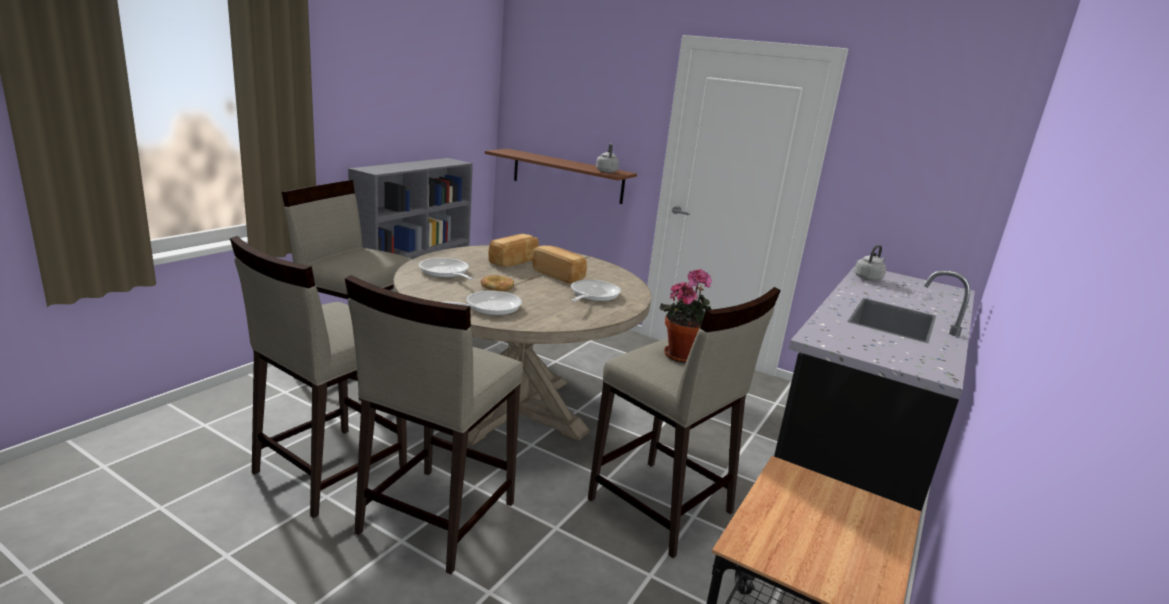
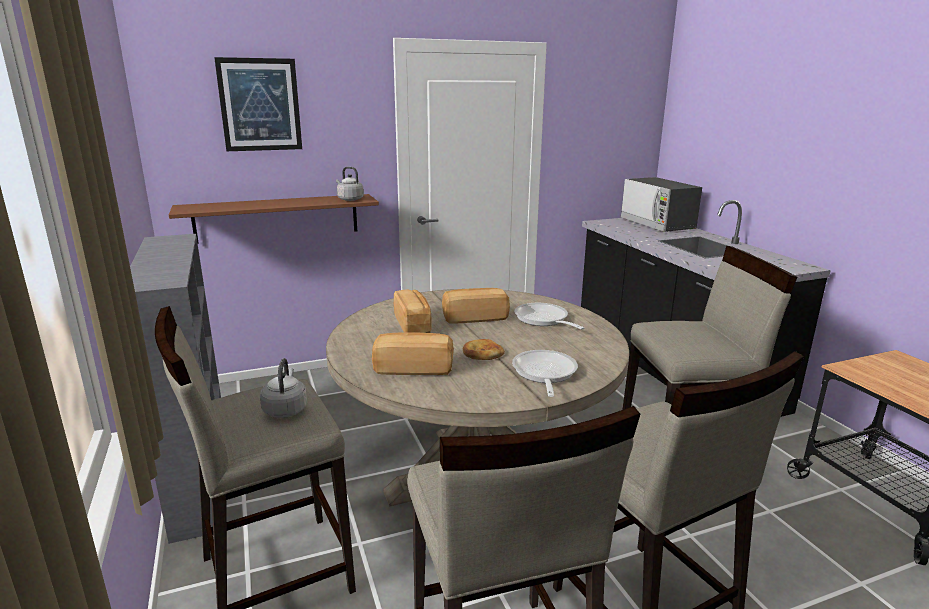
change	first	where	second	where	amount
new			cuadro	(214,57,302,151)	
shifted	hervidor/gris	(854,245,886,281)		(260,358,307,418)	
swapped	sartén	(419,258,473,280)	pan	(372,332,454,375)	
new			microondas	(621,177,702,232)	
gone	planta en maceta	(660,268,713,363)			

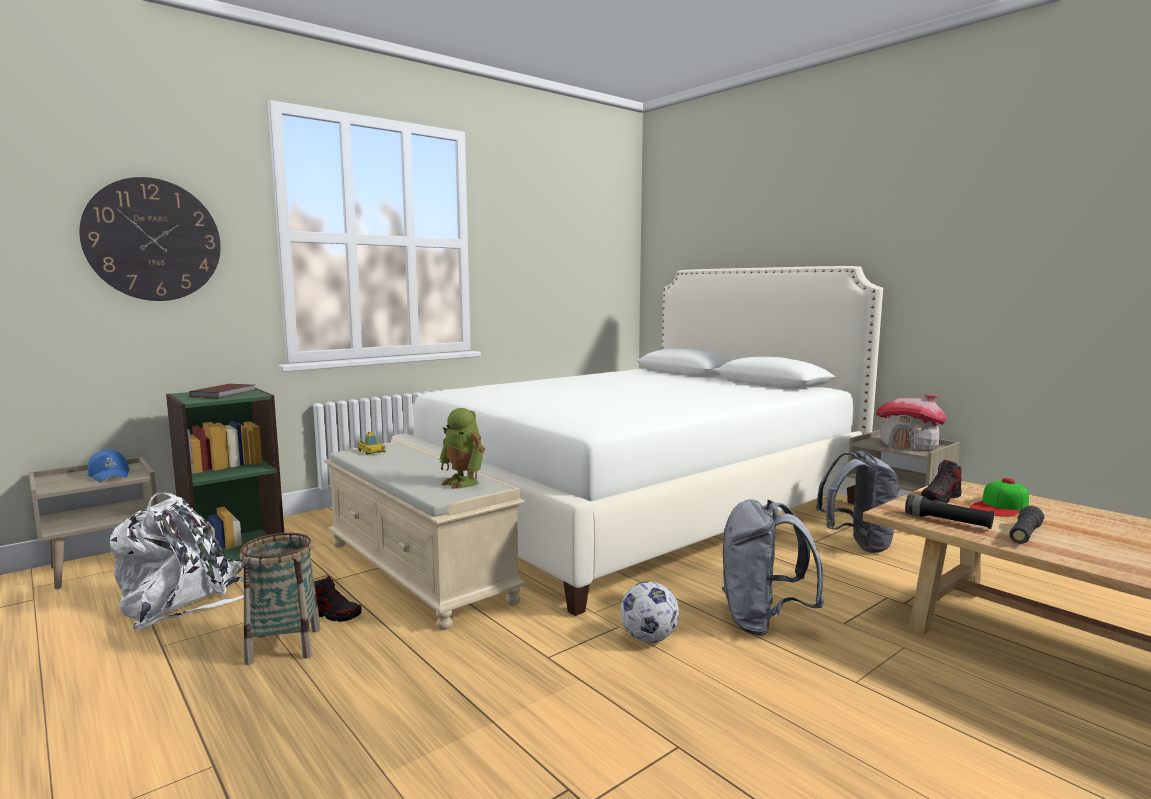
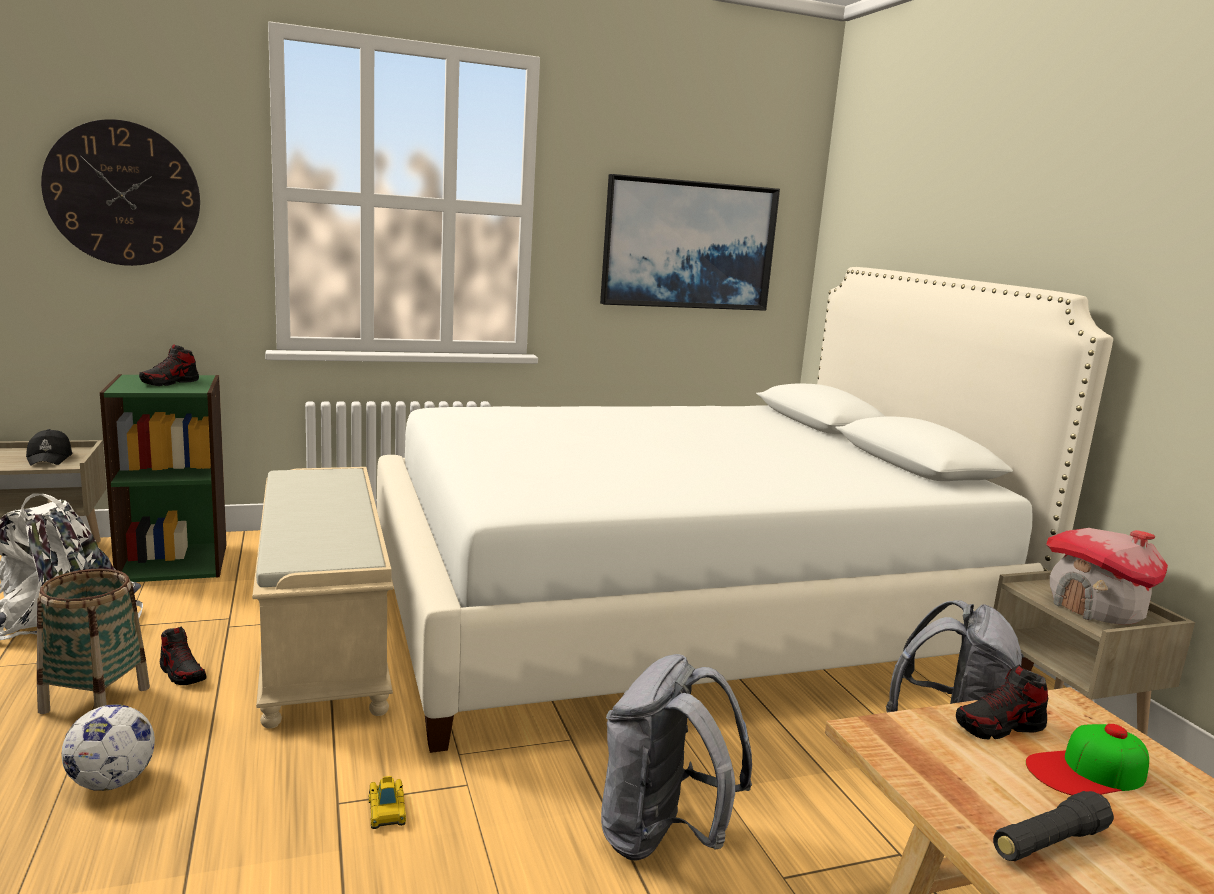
change	first	where	second	where	amount
repainted	gorra/azul	(88,449,130,482)	gorra/negro	(26,429,72,466)	
shifted	balón de fútbol	(621,581,679,643)		(61,704,155,791)	
swapped	libro/marrón	(189,384,256,398)	zapato	(139,344,199,386)	
shifted	coche de juguete	(358,432,386,455)		(369,776,406,829)	
new			cuadro	(600,174,780,311)	
gone	robot de juguete	(440,408,485,489)			
gone	linterna/negro	(905,495,994,529)			

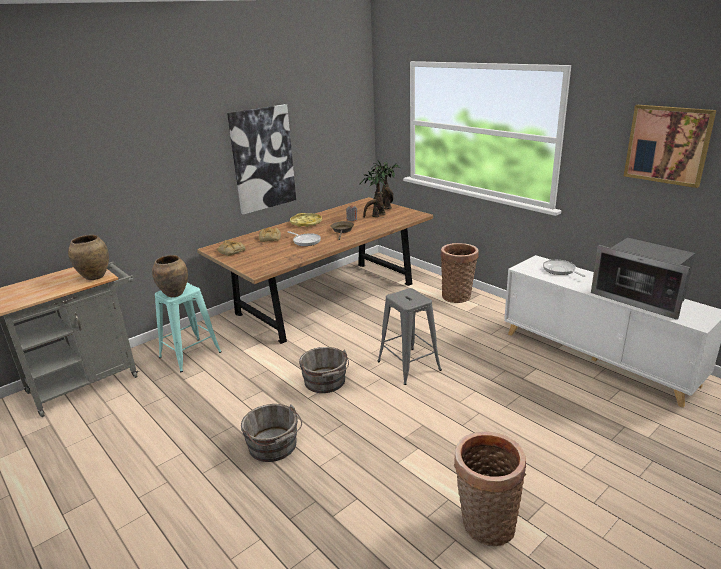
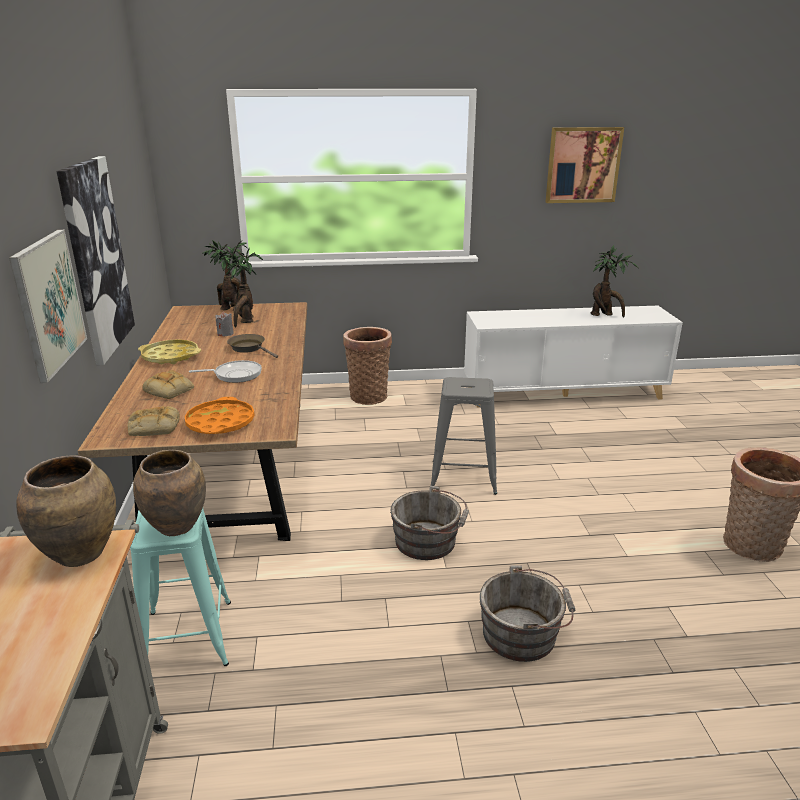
change	first	where	second	where	amount
new			cuadro	(9,230,87,383)	
new			bandeja/naranja	(184,397,255,434)	
swapped	microondas	(591,238,695,320)	planta en maceta	(591,245,638,318)	
gone	sartén	(543,260,585,277)			

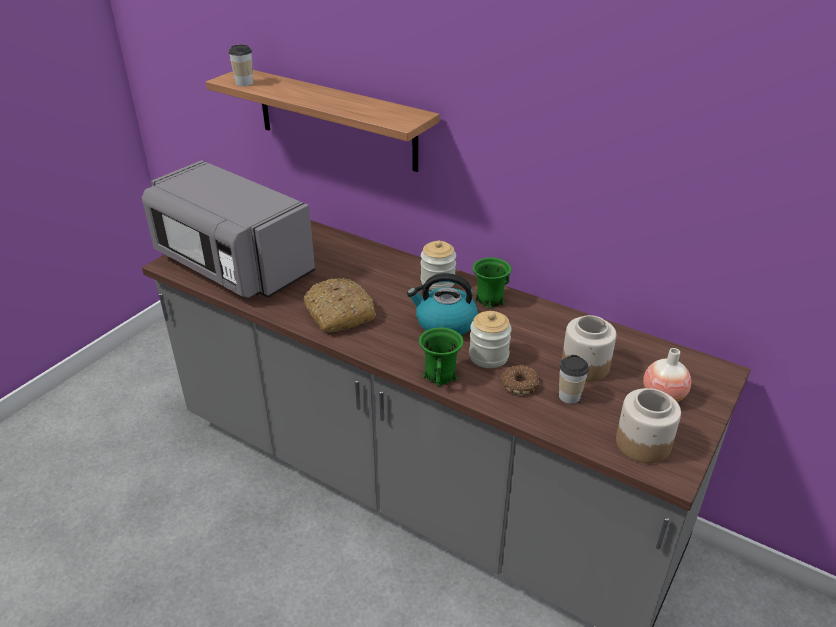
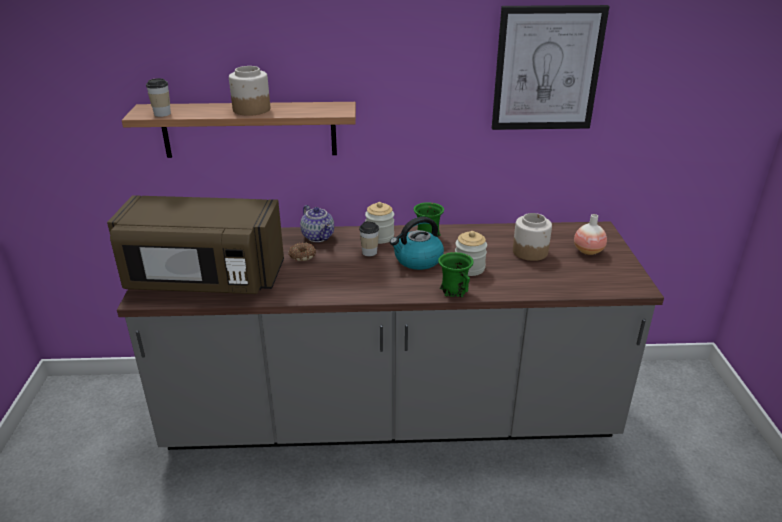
change	first	where	second	where	amount
repainted	microondas/gris	(142,160,315,298)	microondas/marrón	(107,195,284,294)	
shifted	tarro	(616,388,681,464)		(229,66,270,116)	
shifted	rosquilla	(500,365,539,395)		(288,243,316,261)	
new			tetera	(300,205,334,242)	
shifted	taza	(559,355,589,404)		(359,221,379,256)	
new			cuadro	(492,5,609,130)	
gone	pan	(303,278,376,332)			

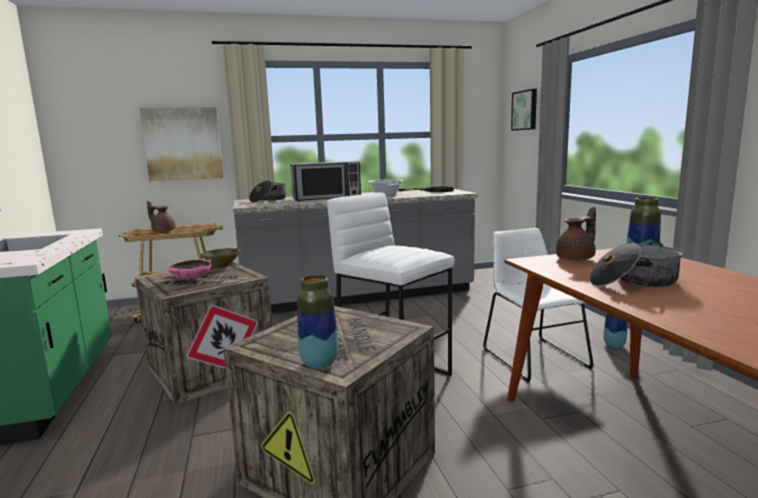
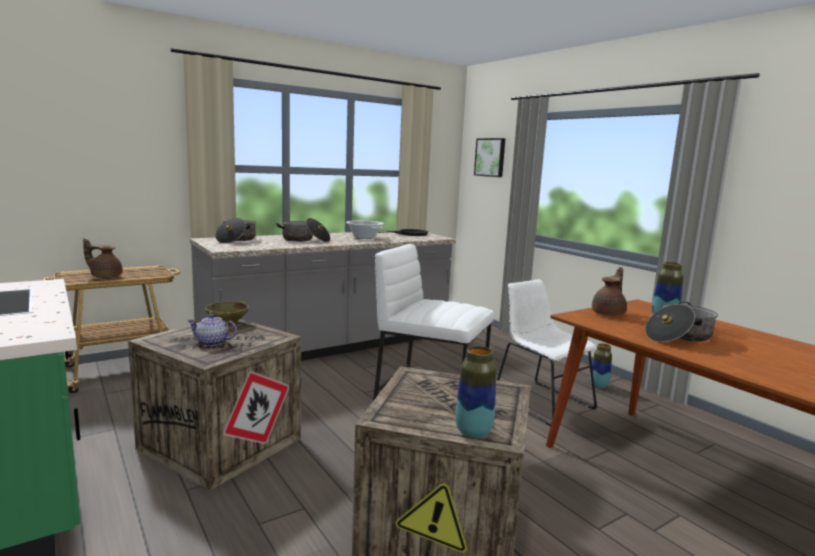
change	first	where	second	where	amount
swapped	cuenco/rosa	(168,260,211,282)	tetera	(187,314,237,346)	
swapped	microondas	(290,161,361,201)	olla	(276,218,330,242)	
gone	cuadro	(140,107,224,181)			

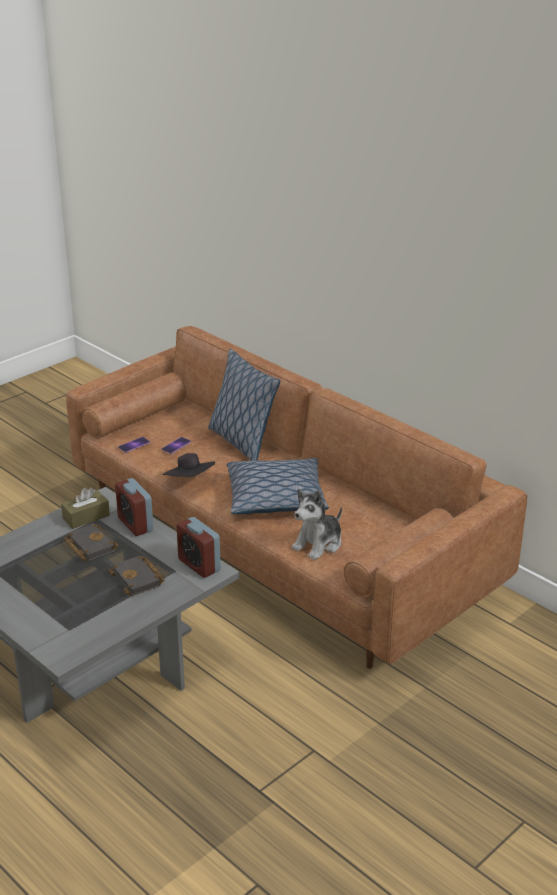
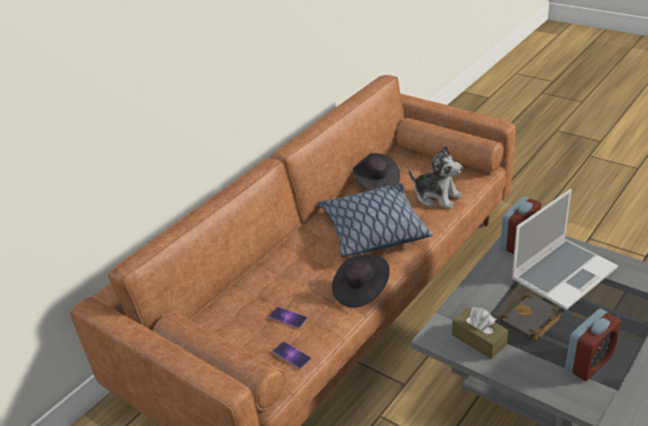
change	first	where	second	where	amount
new			sombrero/negro	(353,153,400,191)	
swapped	libro/negro	(108,556,165,596)	portátil	(511,189,618,310)	
shifted	despertador	(115,478,154,536)		(565,309,621,381)	
gone	cojín	(208,349,280,461)			

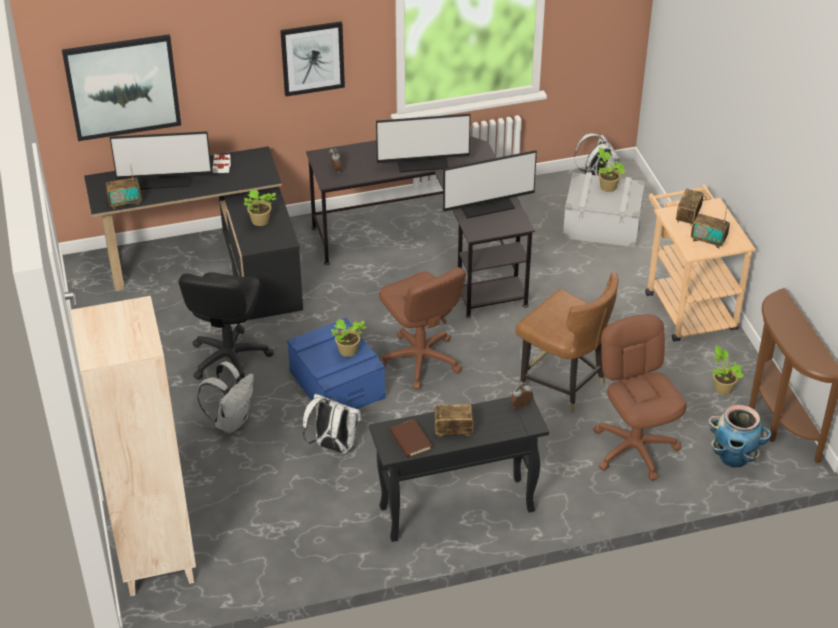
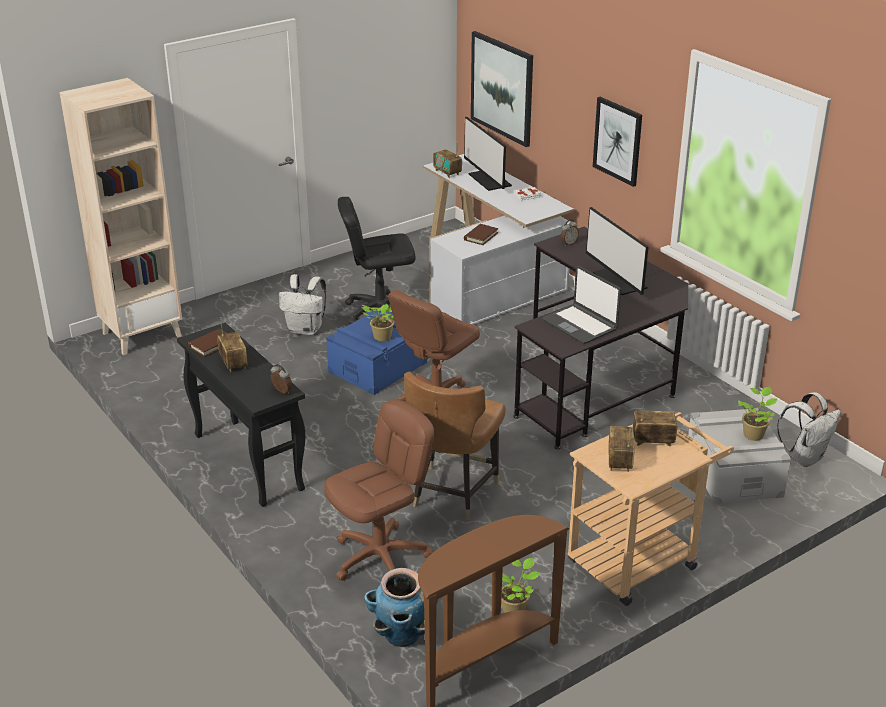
change	first	where	second	where	amount
repainted	escritorio/negro	(84,146,303,321)	escritorio/blanco	(423,154,574,325)	
swapped	planta en maceta	(244,189,276,226)	libro/marrón	(464,224,499,245)	
swapped	monitor	(443,150,537,218)	portátil	(542,266,621,344)	
gone	mochila/blanco	(303,394,362,454)			

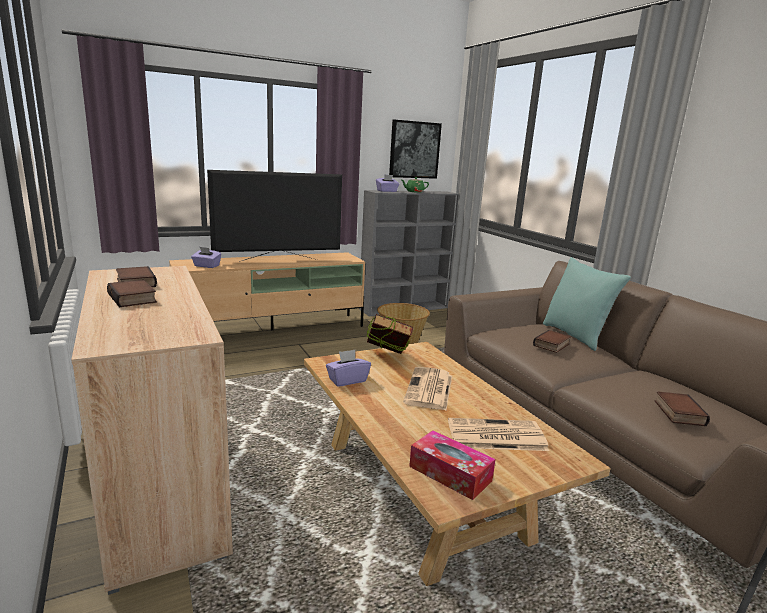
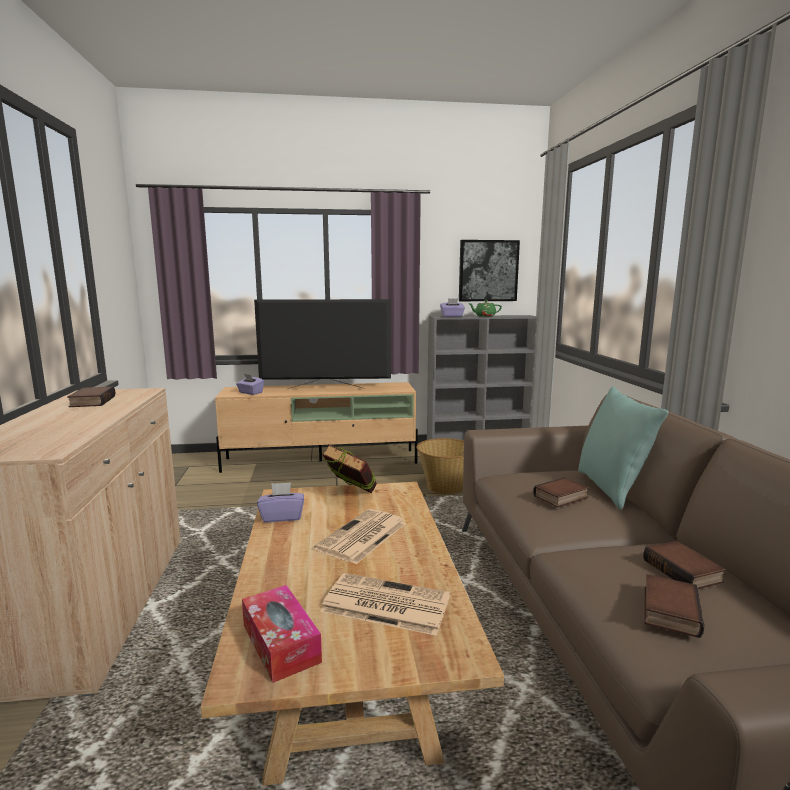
change	first	where	second	where	amount
shifted	libro	(107,279,157,308)		(643,541,726,589)	

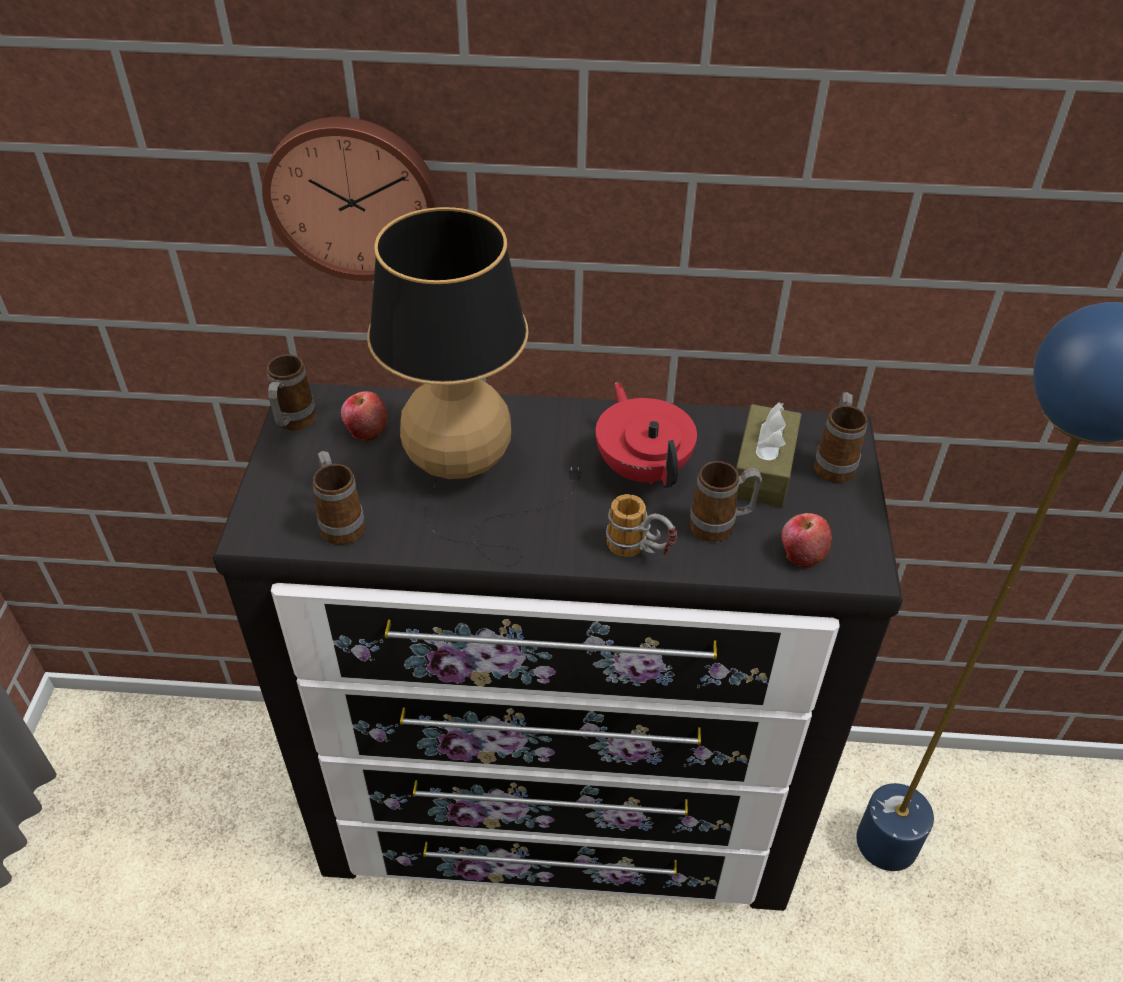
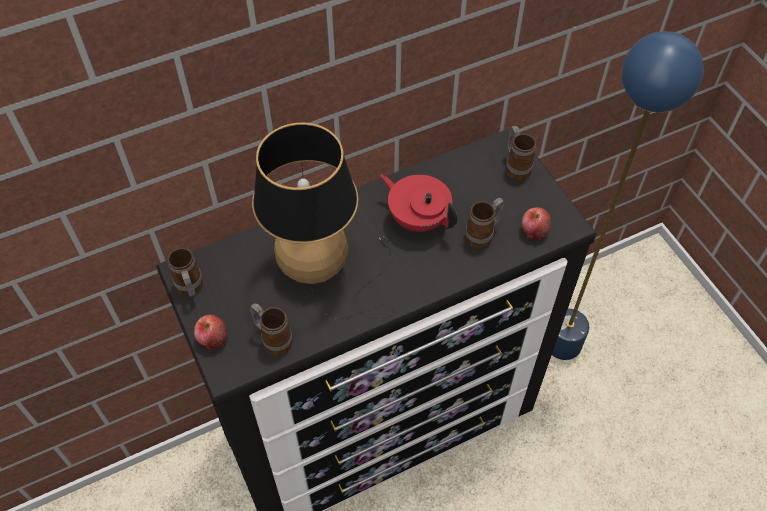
change	first	where	second	where	amount
shifted	manzana	(341,391,387,441)		(194,314,227,349)	
gone	reloj de pared	(262,117,440,281)			
gone	taza grande	(606,494,677,557)			
gone	caja de pañuelos/marrón	(736,402,801,507)			

